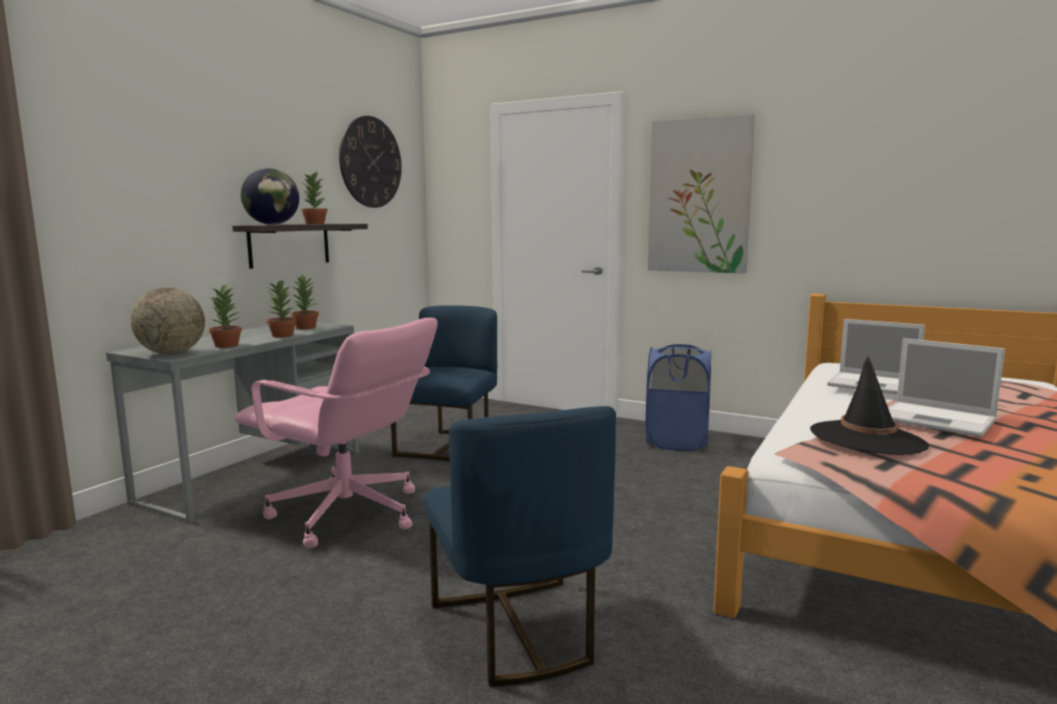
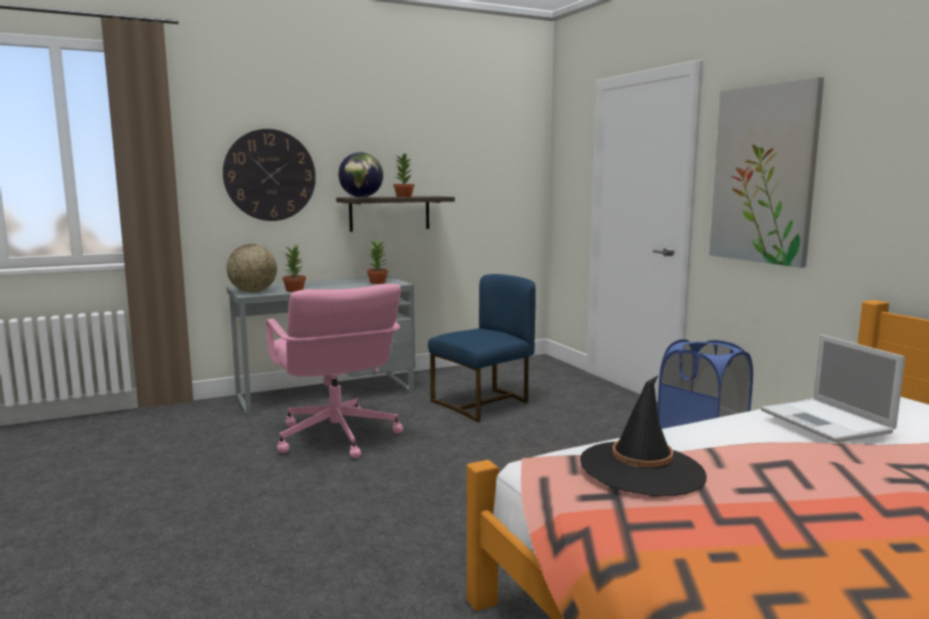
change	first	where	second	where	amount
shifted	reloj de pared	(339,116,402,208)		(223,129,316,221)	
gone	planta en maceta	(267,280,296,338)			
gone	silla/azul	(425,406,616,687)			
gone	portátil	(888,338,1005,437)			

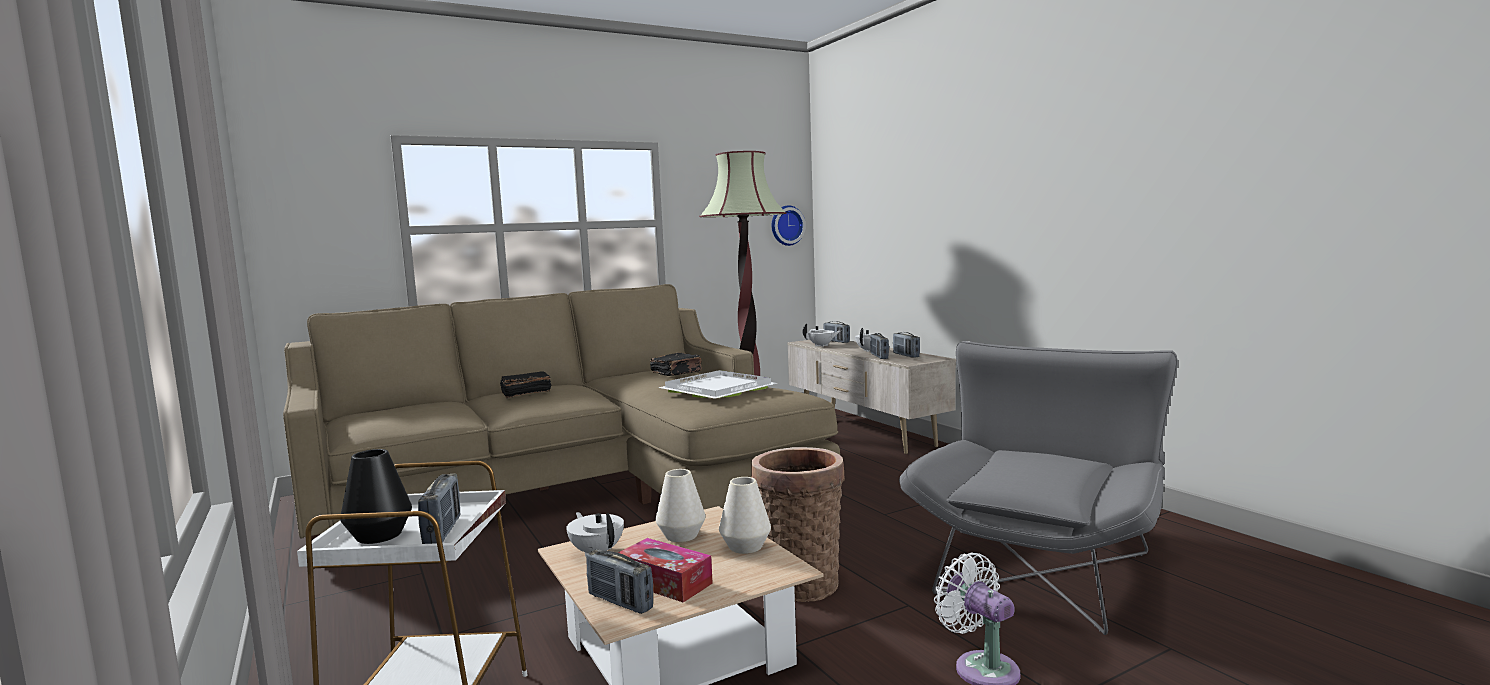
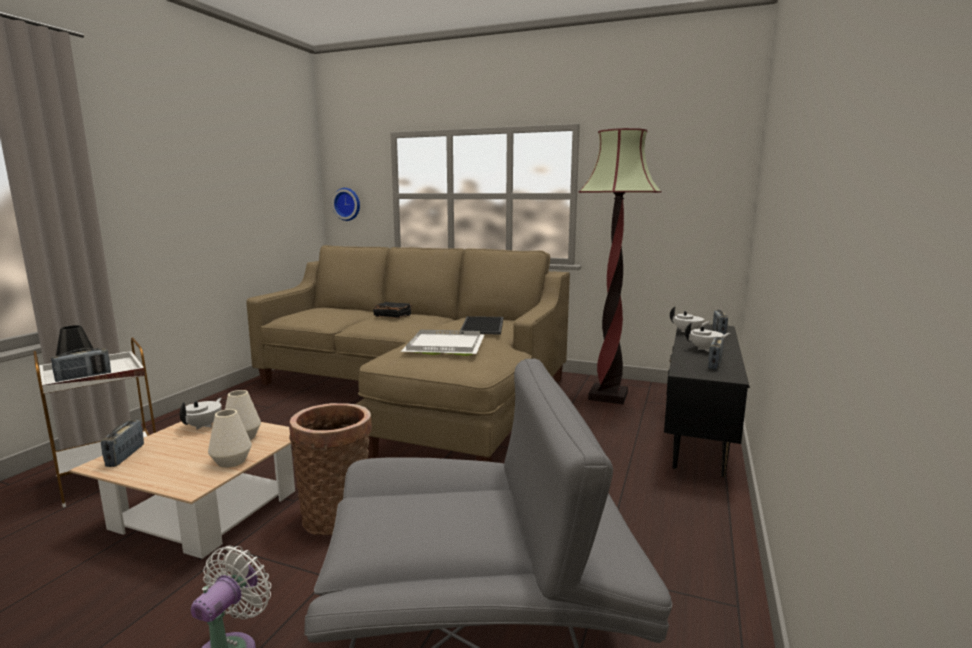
change	first	where	second	where	amount
shifted	reloj de pared	(772,205,806,246)		(332,188,360,221)	
swapped	libro/negro	(650,353,702,376)	bandeja	(460,316,503,334)	
repainted	mueble de televisión/beis	(787,340,956,454)	mueble de televisión/negro	(664,324,750,477)	
gone	caja de pañuelos	(618,538,713,602)			
gone	radio	(870,333,889,359)			

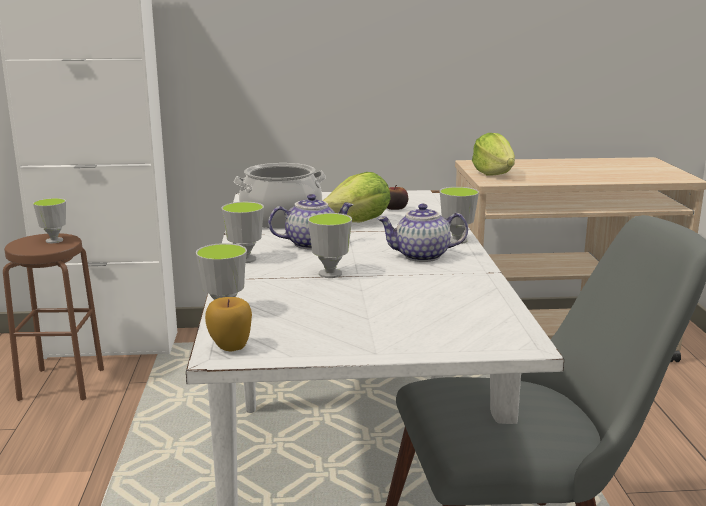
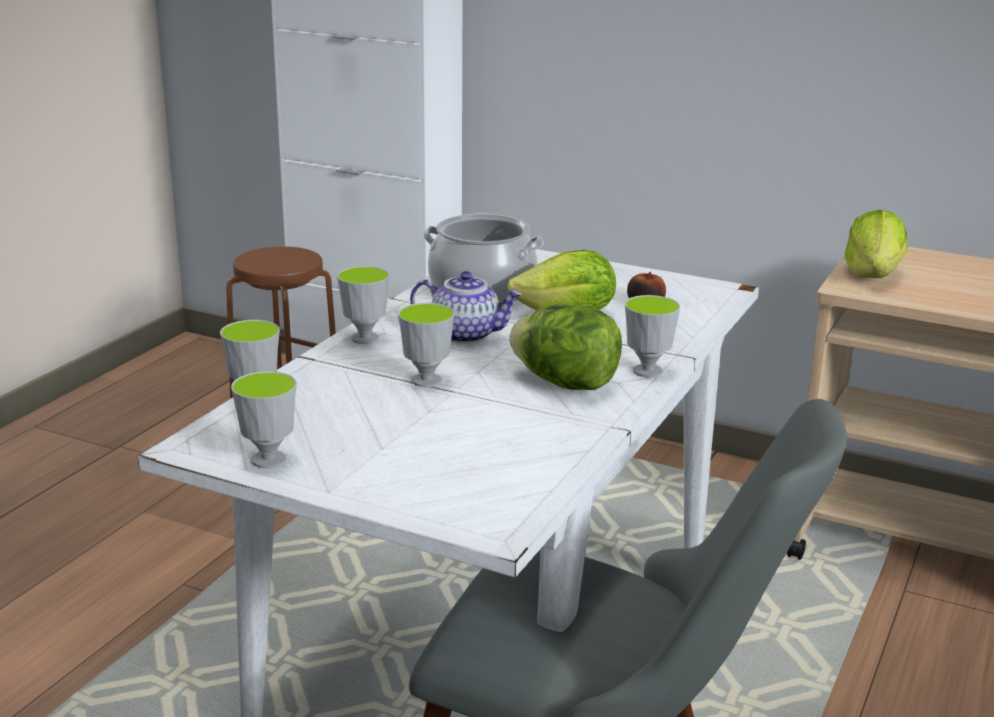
change	first	where	second	where	amount
shifted	taza	(33,198,66,243)		(231,371,297,468)	
swapped	tetera	(377,204,468,262)	lechuga	(509,303,622,390)	
gone	manzana	(205,297,252,352)			

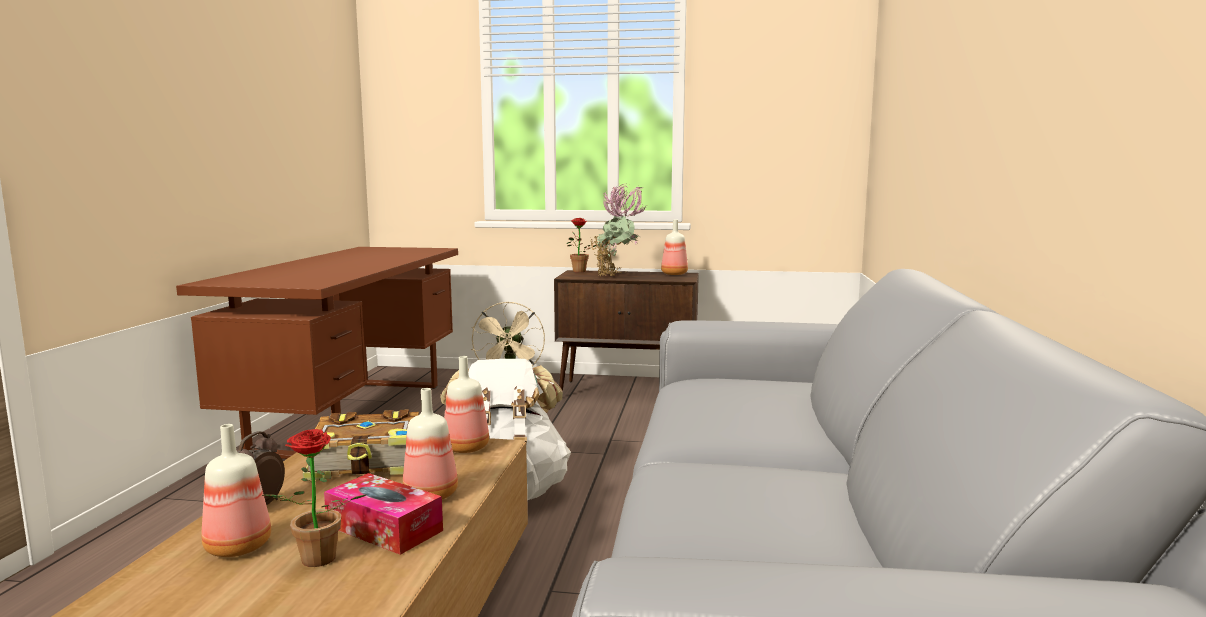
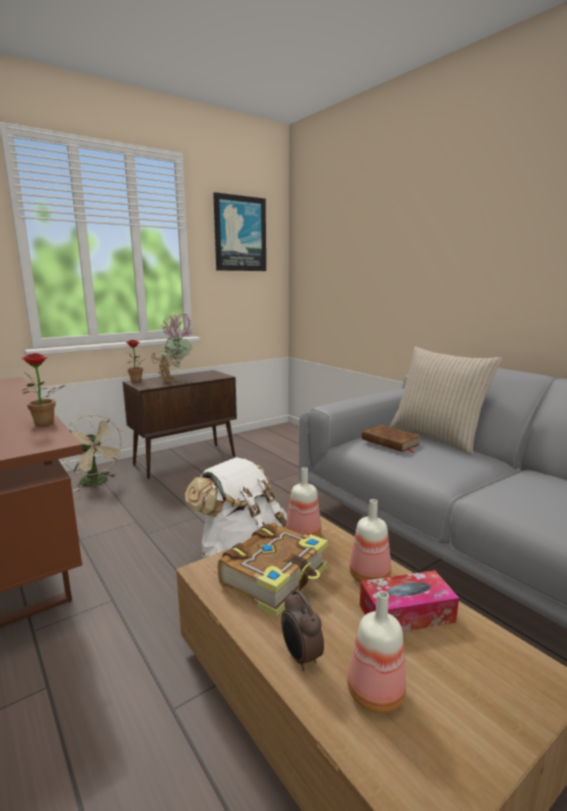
change	first	where	second	where	amount
shifted	planta en maceta	(262,429,366,567)		(21,353,65,426)	
new			cuadro	(213,192,266,271)	
new			libro/marrón	(362,425,421,453)	
new			cojín/beis	(389,347,502,455)	
gone	botella	(661,220,688,275)			

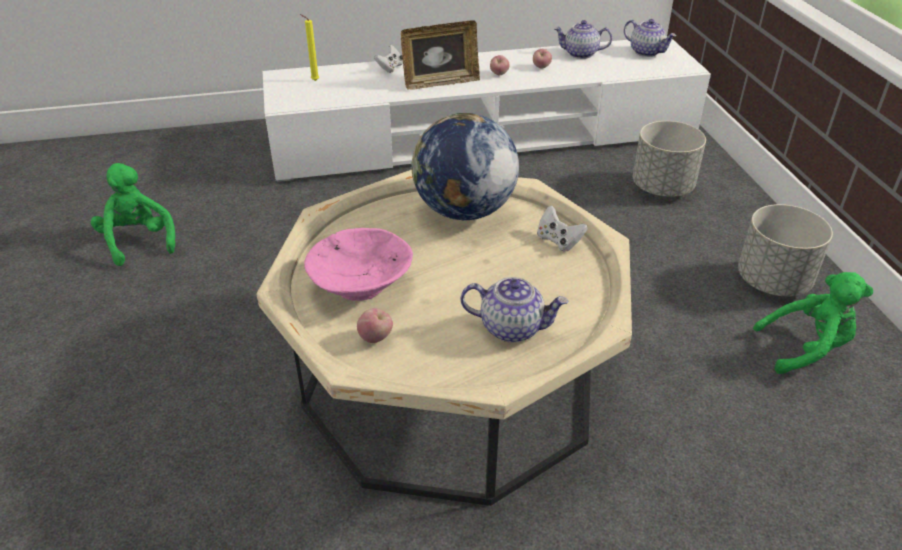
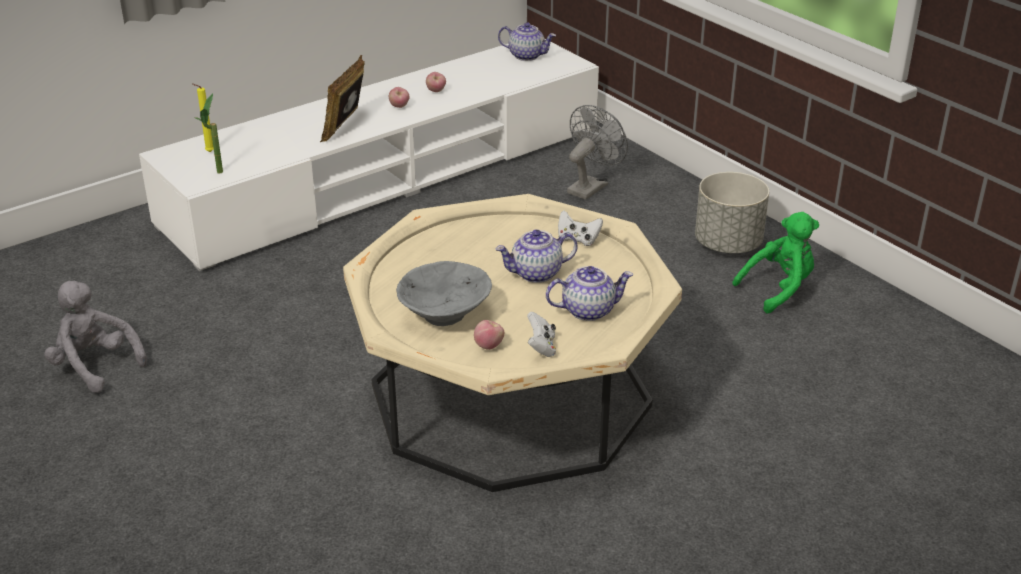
change	first	where	second	where	amount
repainted	peluche/verde	(91,163,175,266)	peluche/gris	(44,281,147,393)	
new			planta en maceta	(195,93,223,174)	
rotated	portarretratos	(401,20,480,90)		(320,55,365,142)	150 degrees clockwise
repainted	cuenco/rosa	(304,228,413,301)	cuenco/gris	(396,261,492,326)	
shifted	tetera	(554,20,612,59)		(495,229,578,283)	
shifted	mando de consola/blanco	(374,45,403,73)		(527,312,556,357)	
swapped	maceta/gris	(633,121,706,197)	ventilador/gris	(567,105,628,200)	
gone	globo terráqueo	(411,113,519,220)			

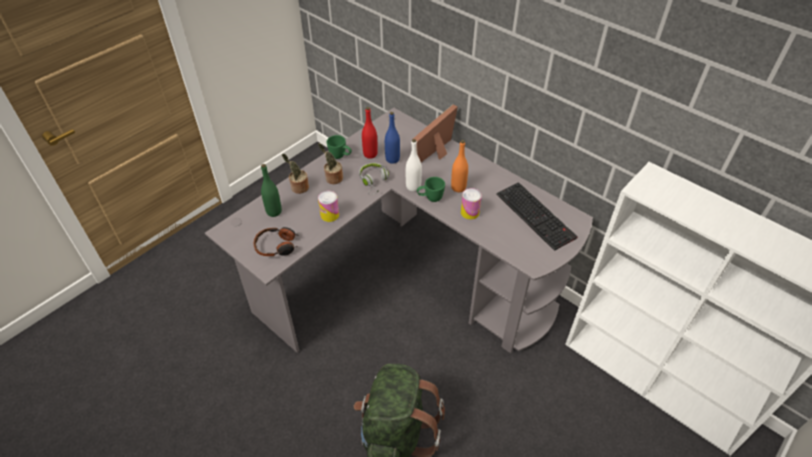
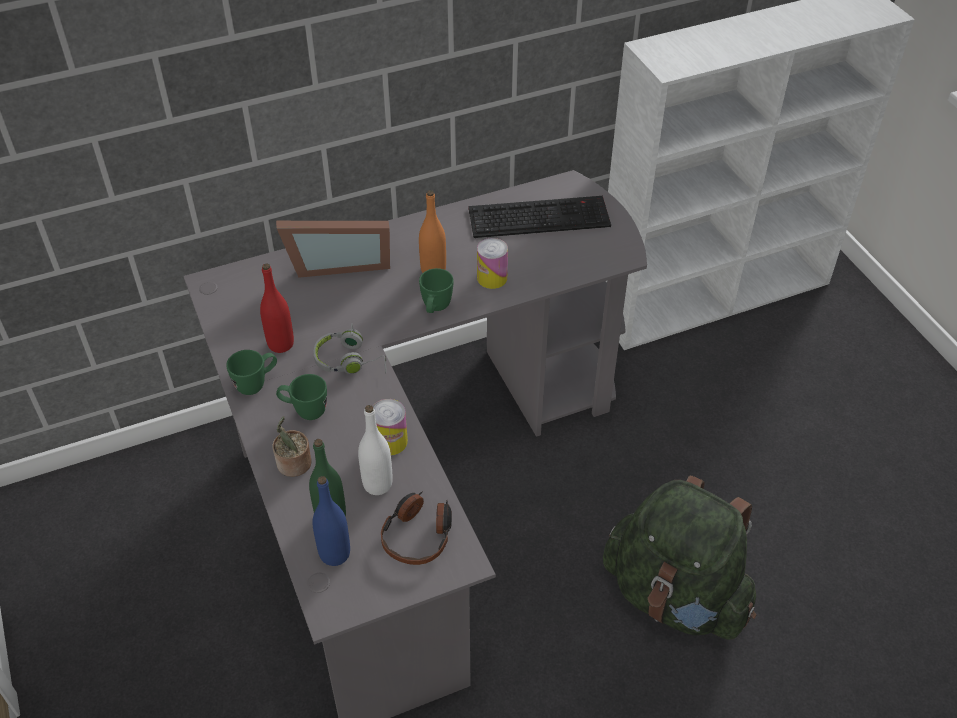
change	first	where	second	where	amount
rotated	portarretratos	(413,104,458,162)		(276,221,390,278)	75 degrees counterclockwise
swapped	planta en maceta	(318,143,343,184)	taza grande/verde	(276,374,327,420)	
shifted	botella/azul	(385,112,400,164)		(313,476,350,566)	
shifted	botella/blanco	(406,139,422,191)		(358,405,393,495)	

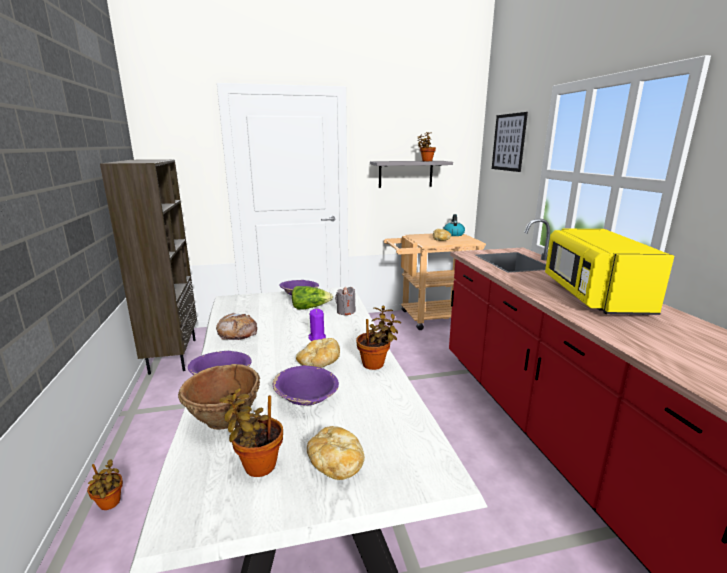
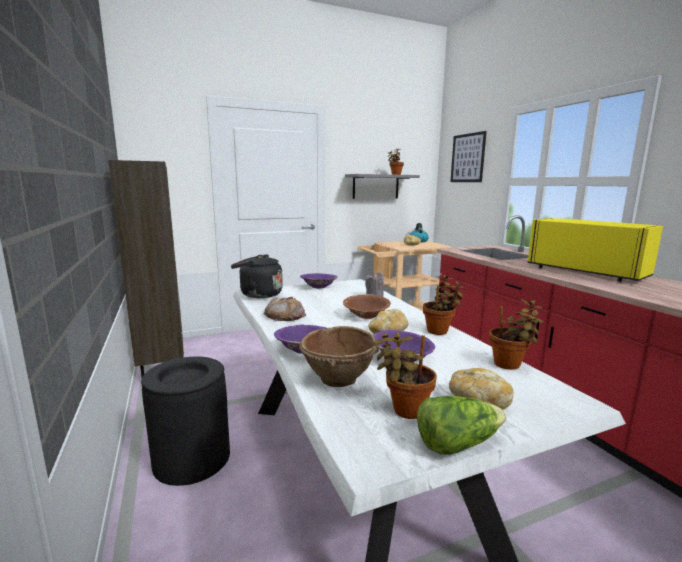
change	first	where	second	where	amount
new			papelera/negro	(141,356,230,486)	
new			hervidor/negro	(231,254,283,298)	
swapped	vela/morado	(309,309,326,341)	cuenco/marrón	(343,294,391,319)	
shifted	lechuga	(292,286,333,310)		(417,396,506,455)	
shifted	planta en maceta	(87,460,123,510)		(489,299,544,370)	
rotated	microondas/amarillo	(545,229,674,315)		(527,218,663,282)	150 degrees clockwise

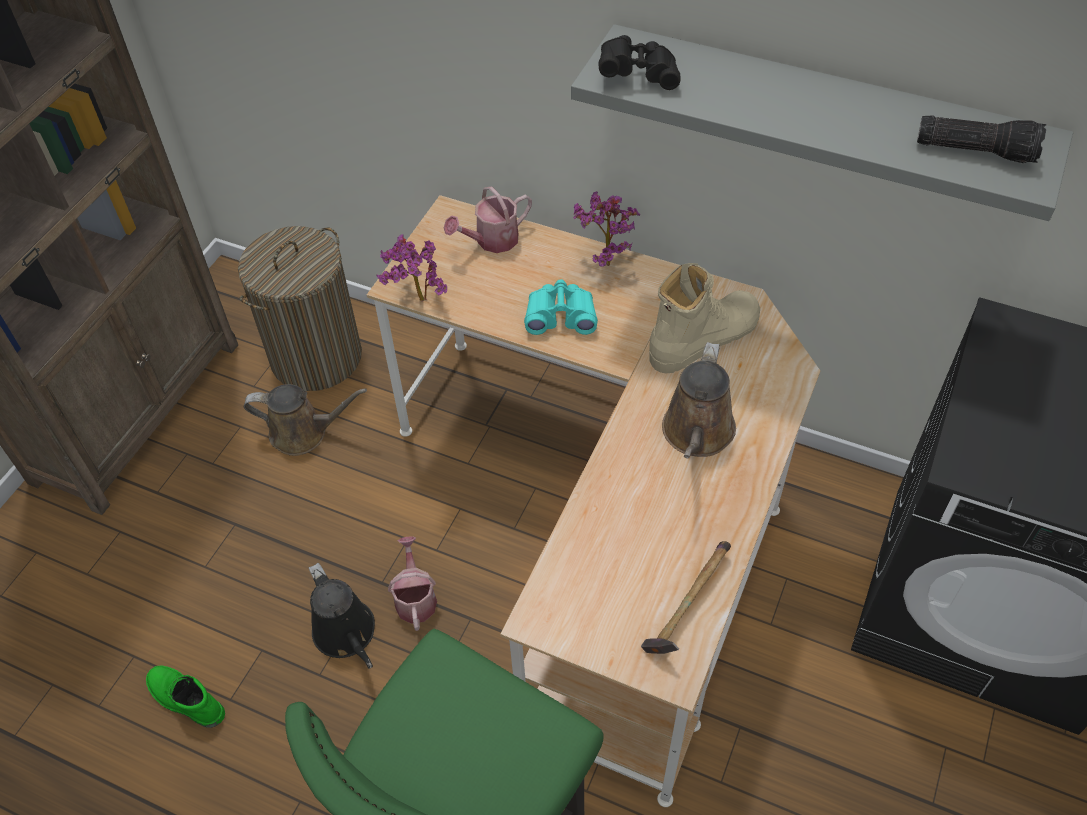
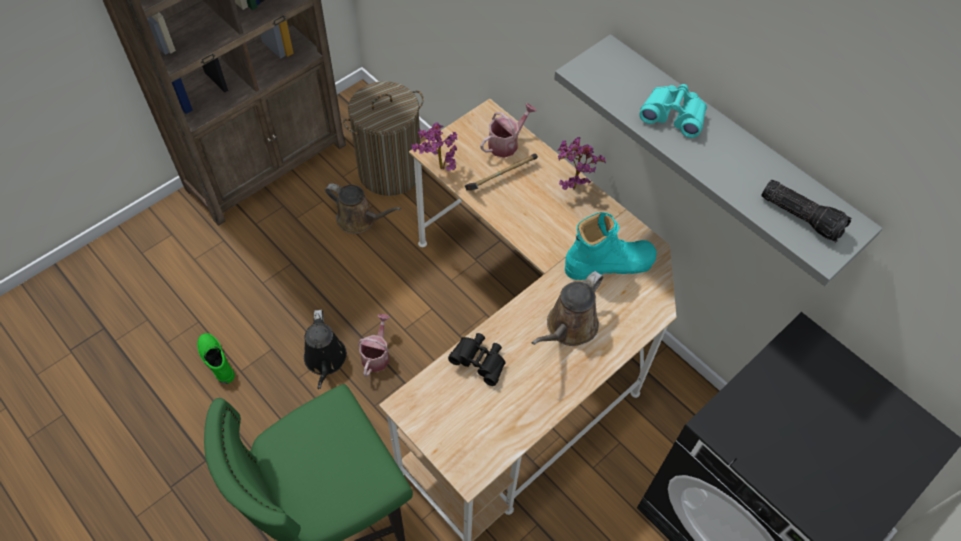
change	first	where	second	where	amount
shifted	prismáticos/negro	(598,35,681,90)		(448,333,506,386)	
shifted	martillo	(641,541,731,654)		(465,153,538,191)	
rotated	regadera	(444,187,532,253)		(480,103,537,158)	150 degrees clockwise
repainted	bota/beis	(649,263,760,374)	bota/turquesa	(565,212,657,280)	
shifted	prismáticos/turquesa	(524,279,598,335)		(639,84,707,138)	

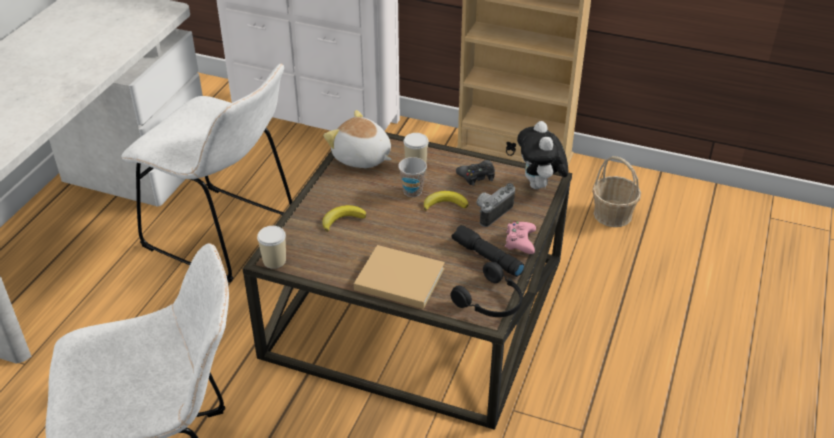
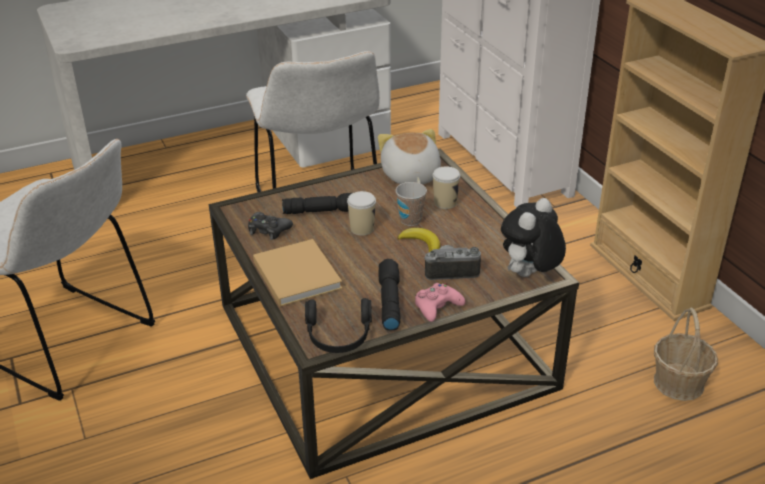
change	first	where	second	where	amount
shifted	mando de consola/negro	(456,160,495,186)		(248,212,293,240)	
swapped	plátano	(322,205,366,232)	linterna/negro	(282,193,352,214)	
shifted	taza	(257,226,286,269)		(347,191,376,236)	

